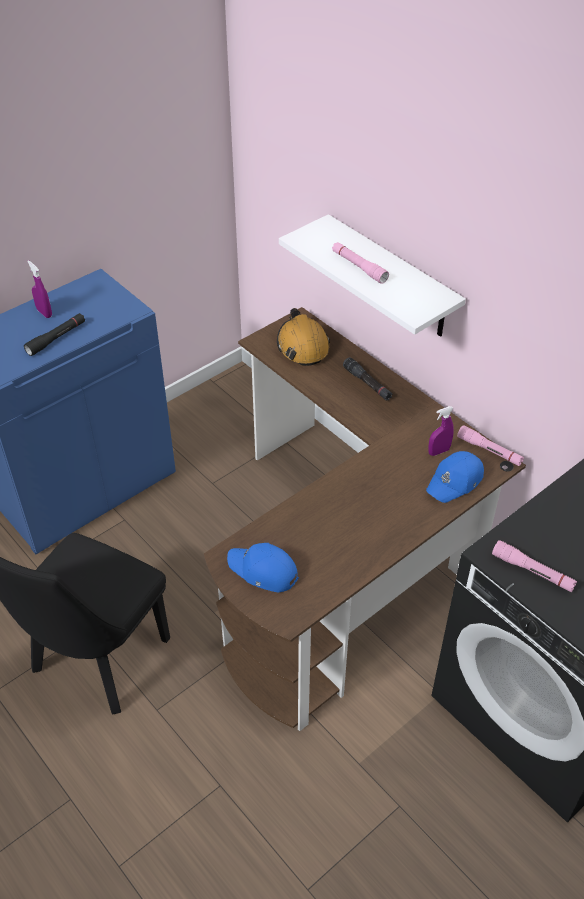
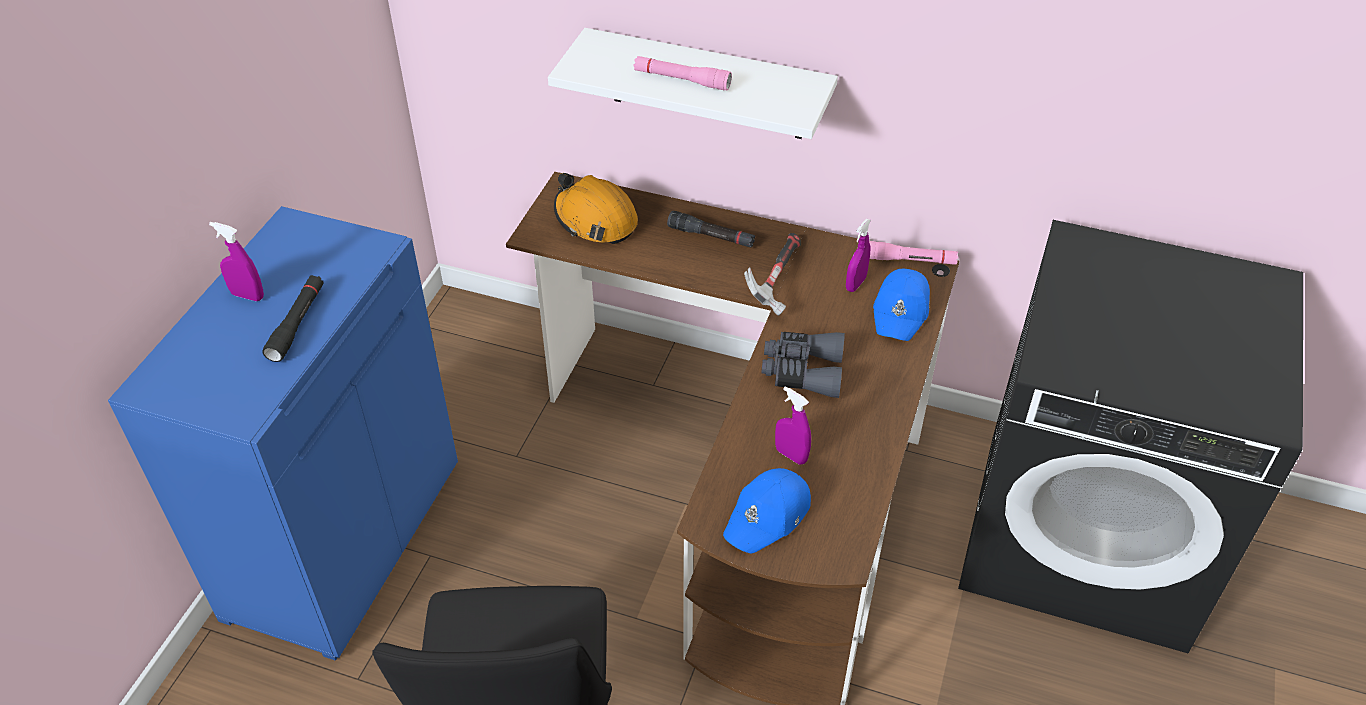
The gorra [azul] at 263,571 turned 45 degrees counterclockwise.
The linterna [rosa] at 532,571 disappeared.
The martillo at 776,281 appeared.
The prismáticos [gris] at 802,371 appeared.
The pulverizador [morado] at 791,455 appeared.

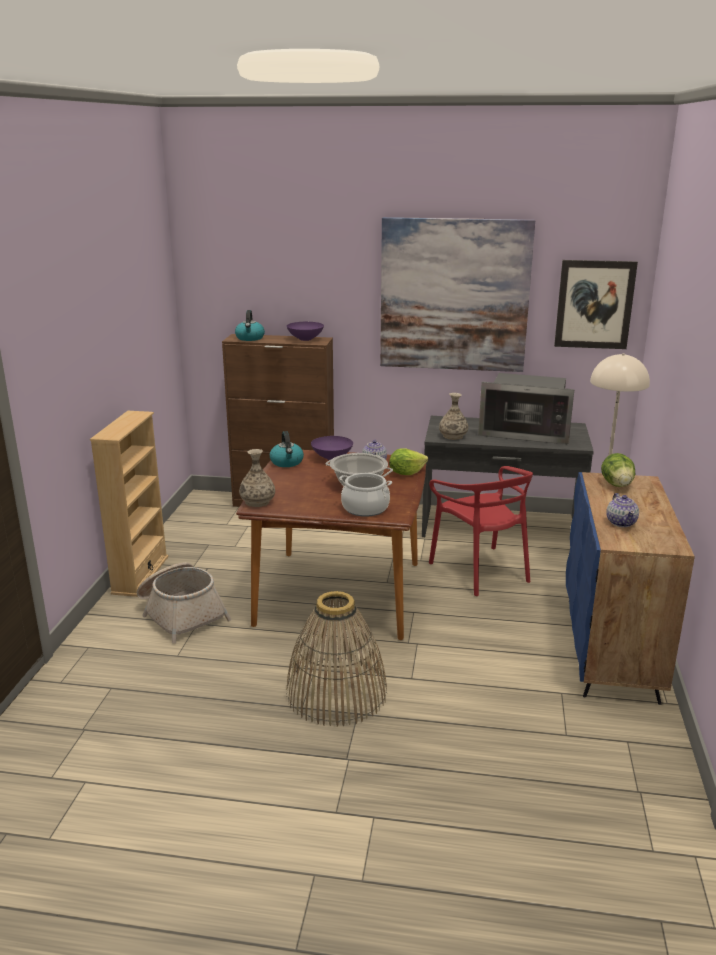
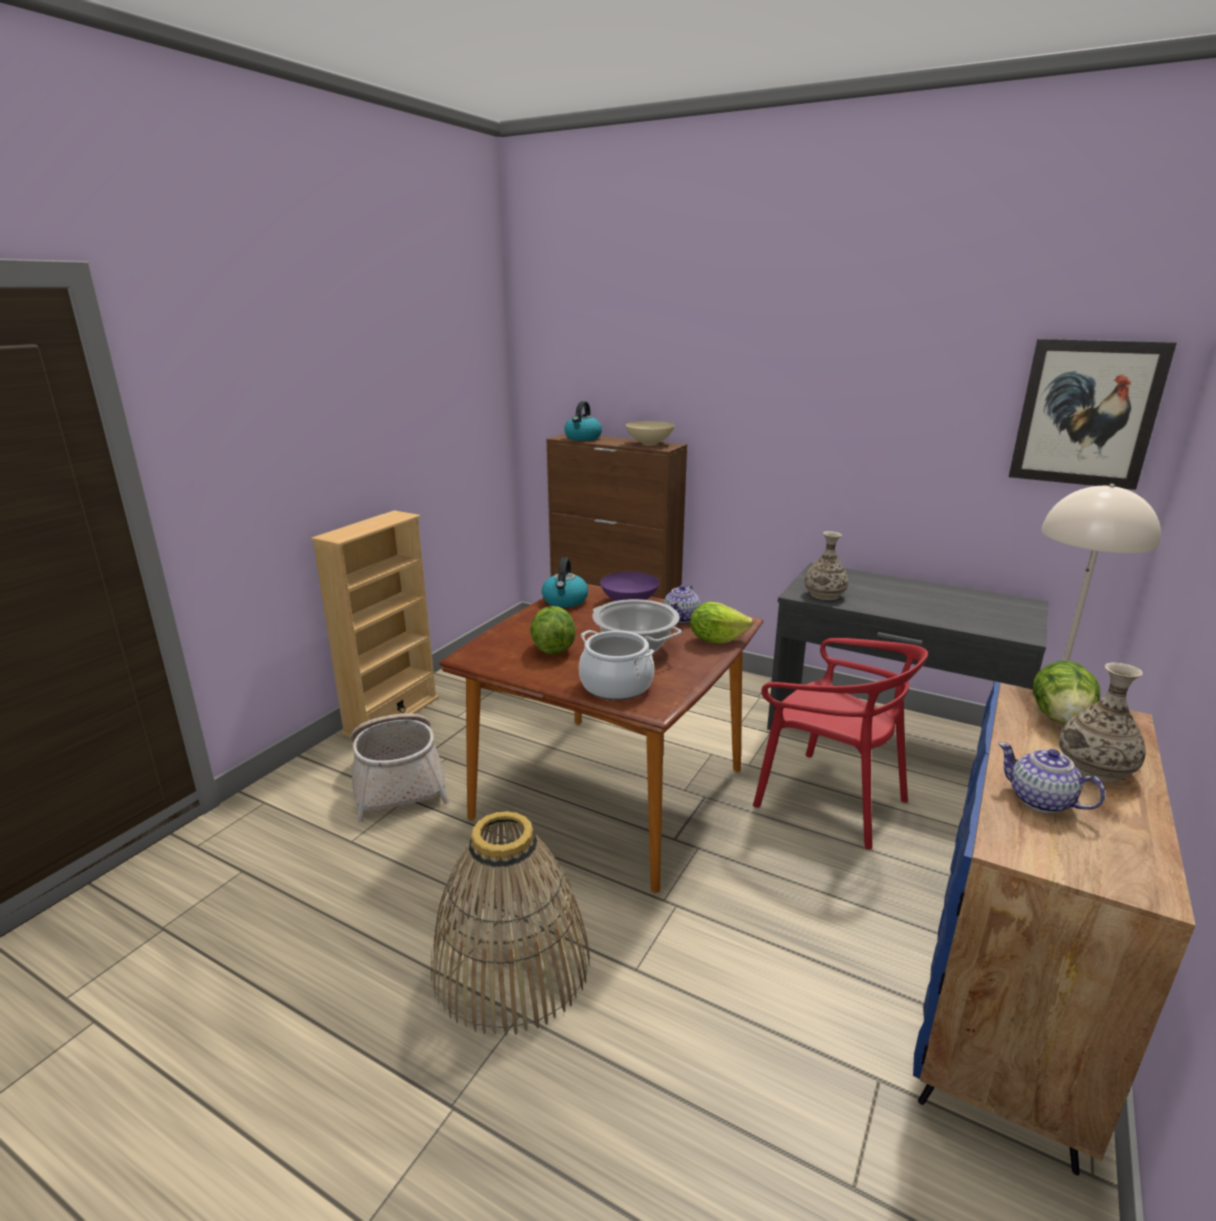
The florero moved from 257,502 to 1094,767.
The cuenco [morado] at 305,339 became the cuenco [beis] at 648,443.
The cuadro at 454,295 disappeared.
The silla [rojo] at 480,571 turned 45 degrees counterclockwise.
The microondas at 525,432 disappeared.
The tetera at 621,522 turned 120 degrees clockwise.
The lechuga at 553,648 appeared.

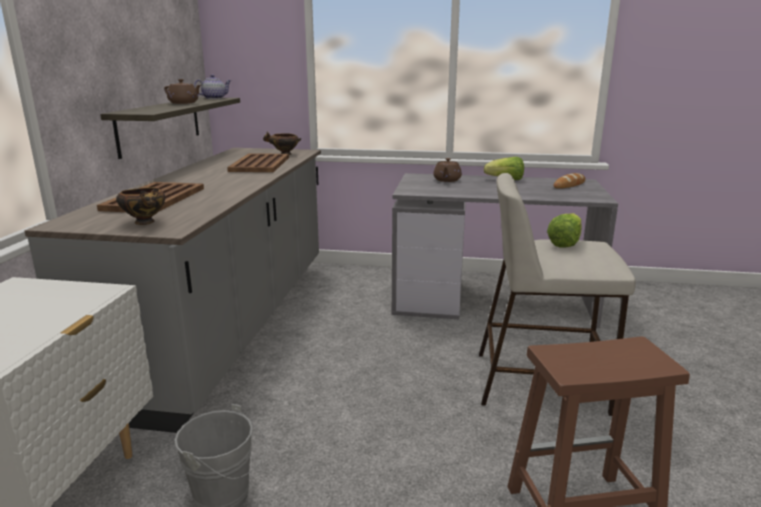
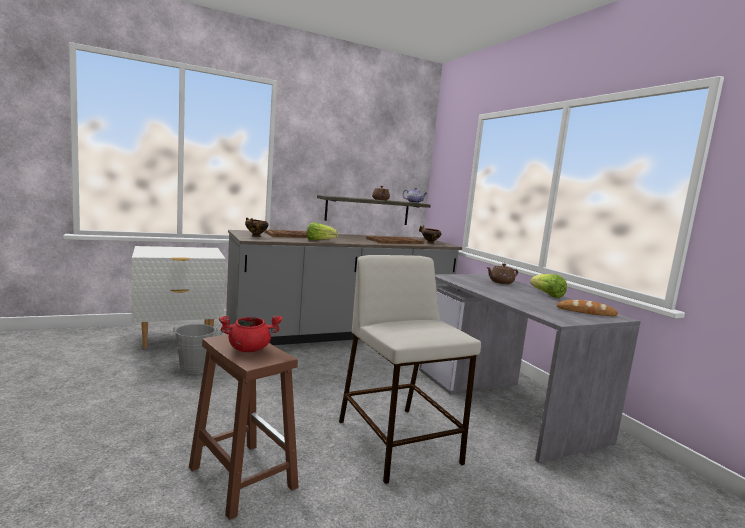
The lechuga moved from 565,243 to 319,241.
The olla [rojo] at 249,349 appeared.

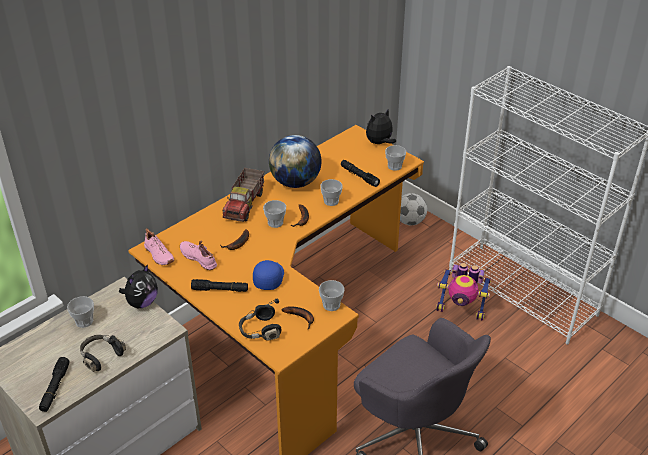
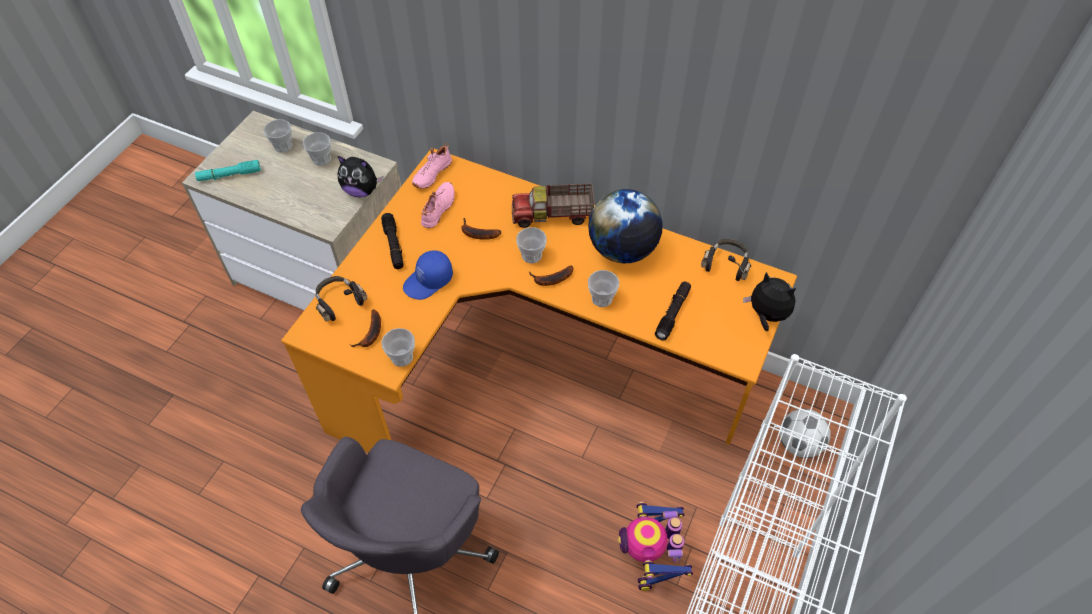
The linterna [negro] at 55,388 became the linterna [turquesa] at 229,175.
The auriculares [negro] moved from 101,356 to 726,265.
The gorra [azul] at 268,278 turned 150 degrees clockwise.
The taza moved from 394,166 to 283,146.

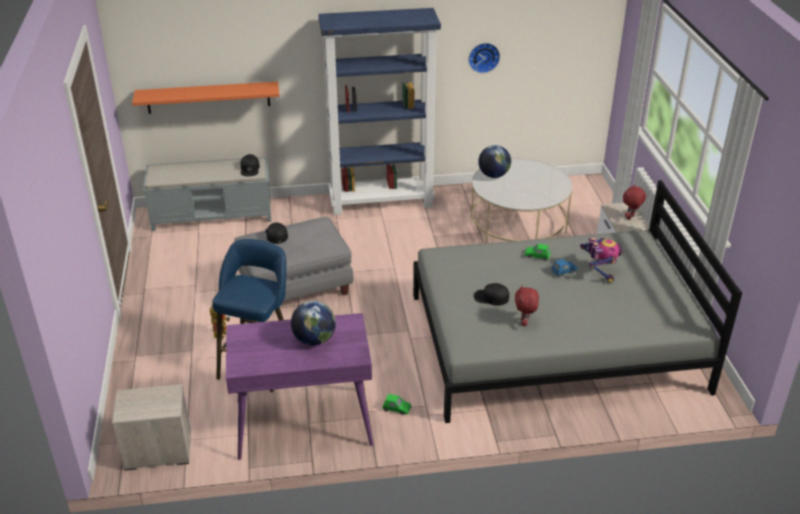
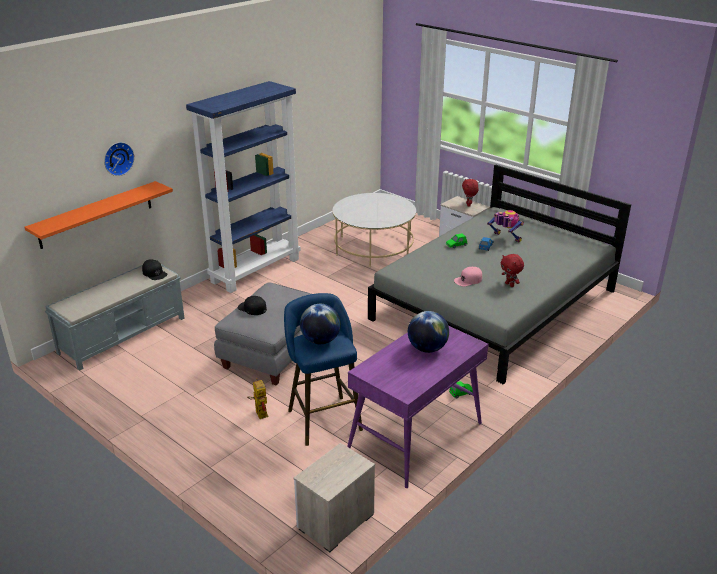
The reloj de pared moved from 483,57 to 117,158.
The gorra [negro] at 491,297 became the gorra [rosa] at 468,280.
The globo terráqueo moved from 493,175 to 320,340.

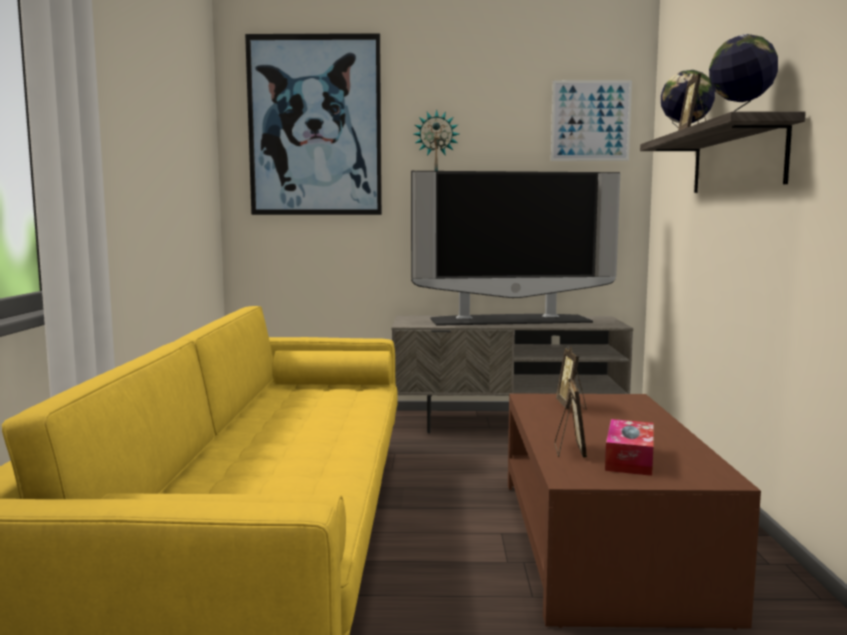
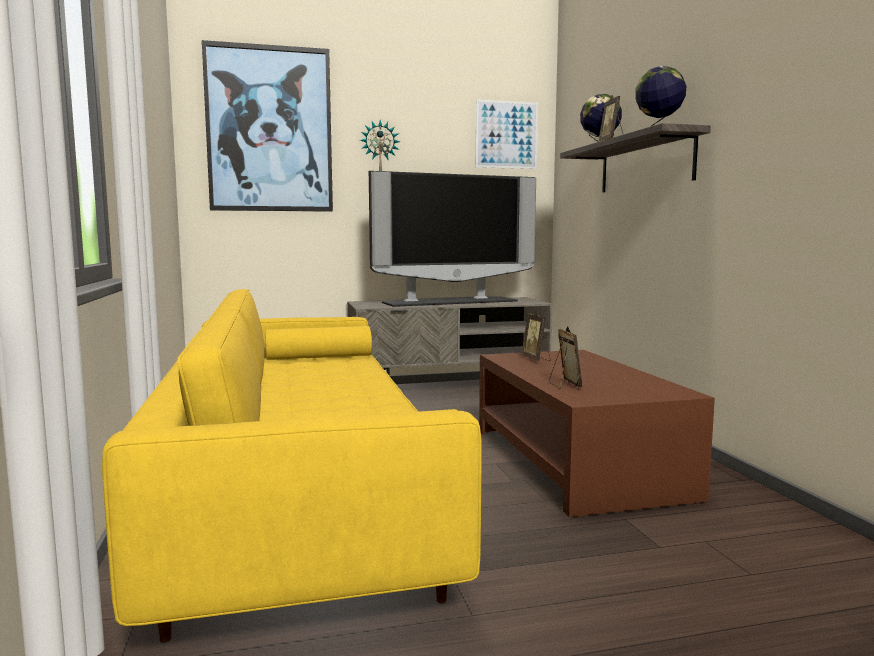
The caja de pañuelos at 629,459 disappeared.

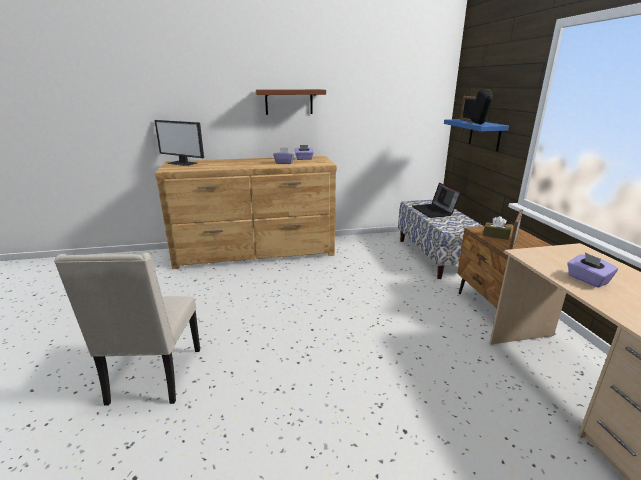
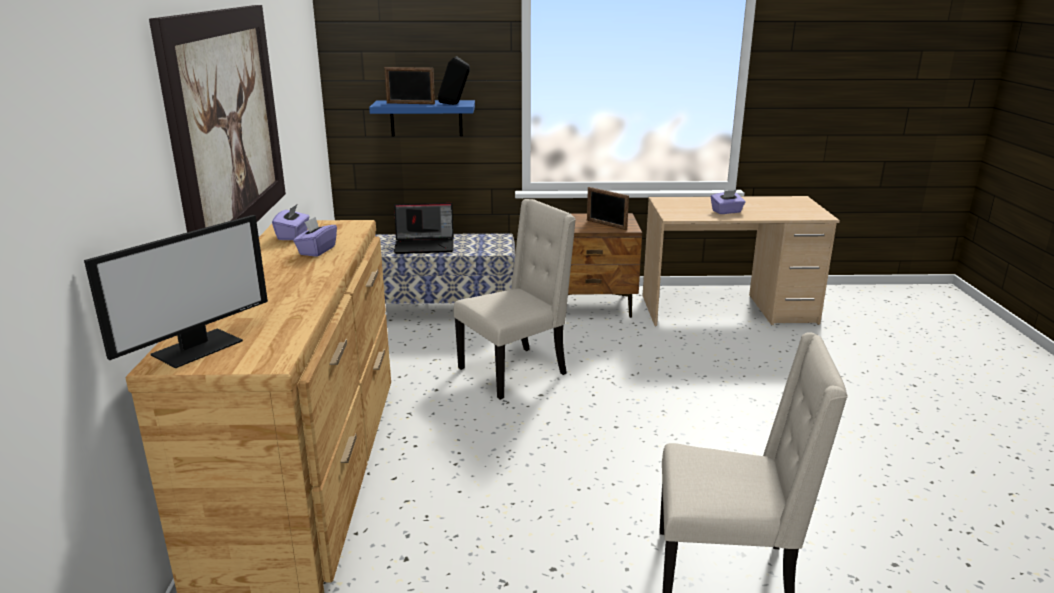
The estante [marrón] at 289,102 was replaced by the cuadro at 228,125.
The caja de pañuelos [marrón] at 496,235 disappeared.
The silla [beis] at 515,371 appeared.

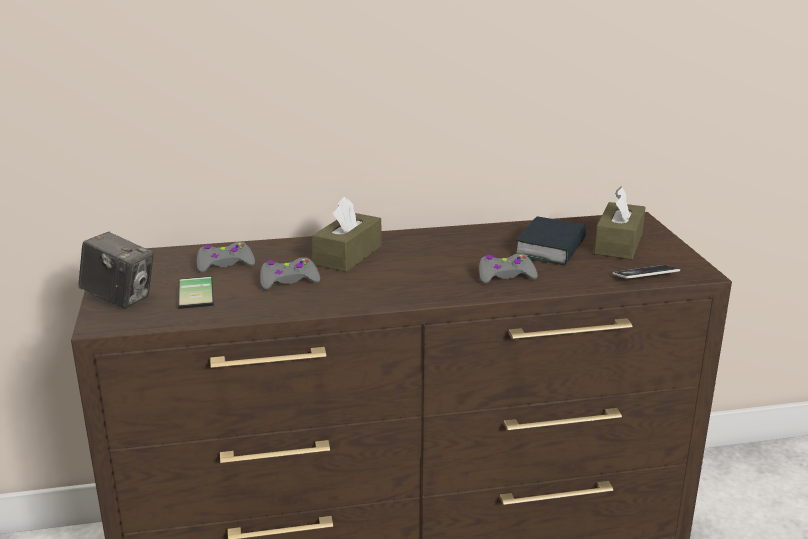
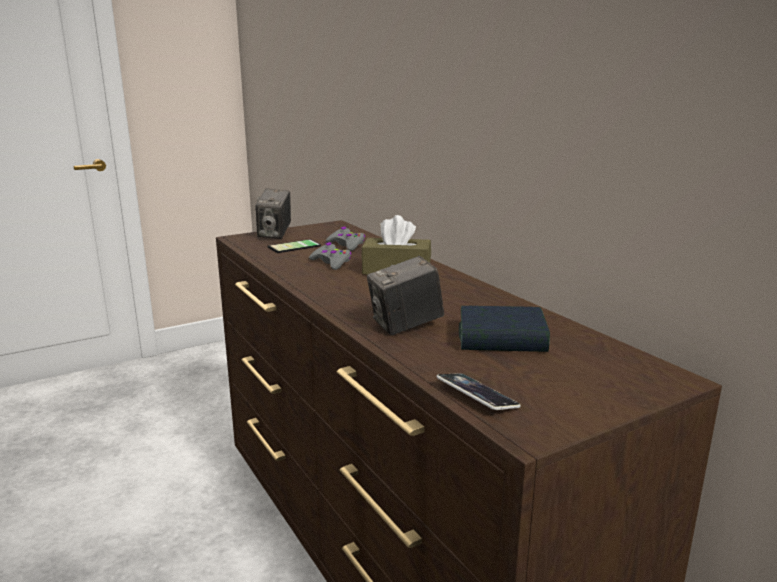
The mando de consola [gris] at 505,276 was replaced by the cámara at 405,326.
The caja de pañuelos [marrón] at 618,244 disappeared.

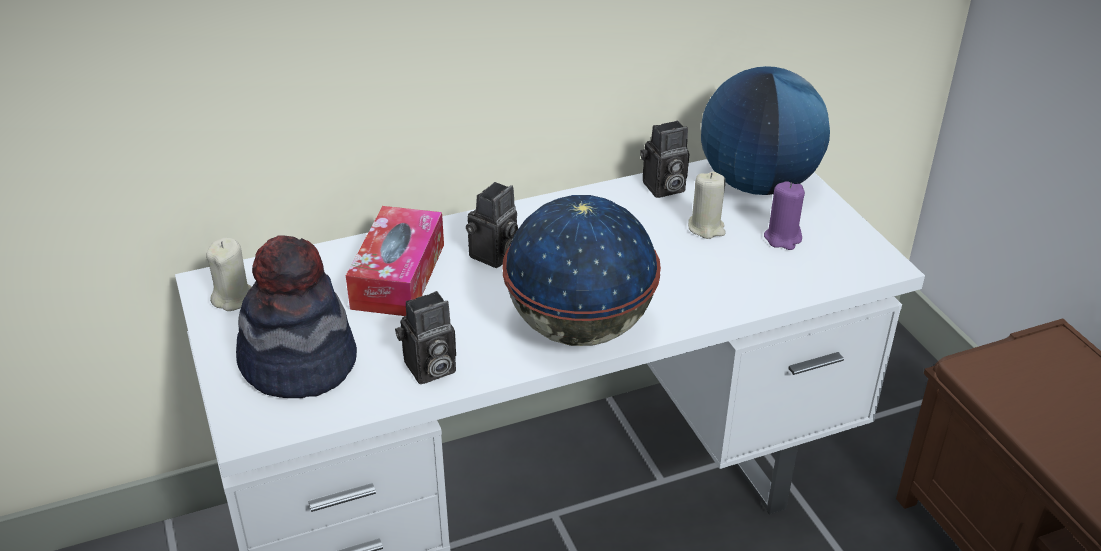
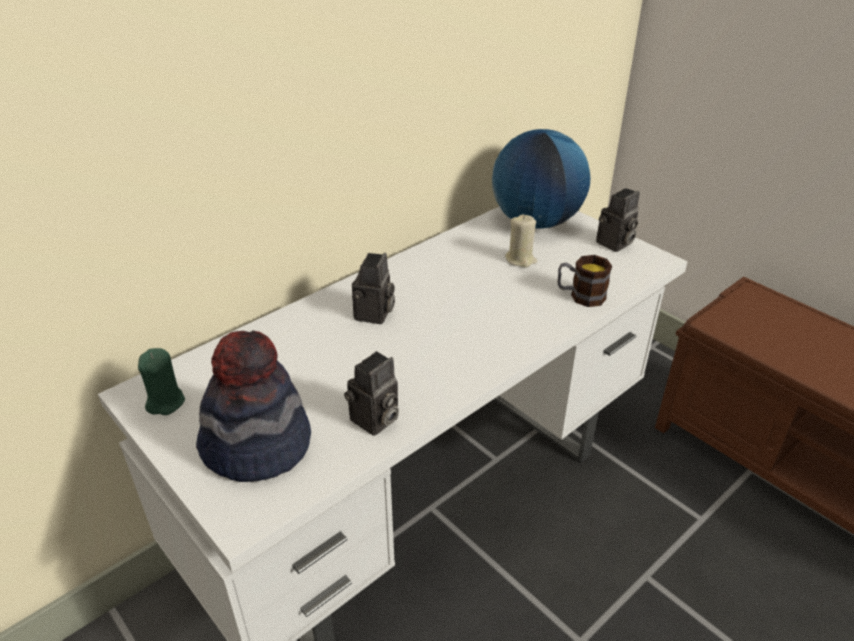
The vela [beis] at 233,298 became the vela [verde] at 165,402.
The caja de pañuelos at 398,276 disappeared.
The globo terráqueo at 578,328 disappeared.
The cámara moved from 663,188 to 614,244.
The vela [morado] at 783,238 disappeared.
The taza grande at 580,296 appeared.

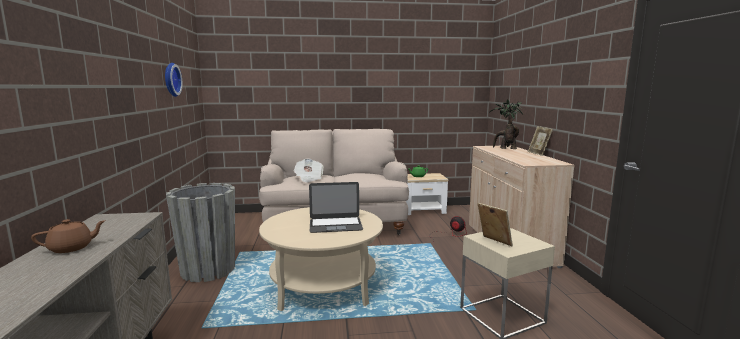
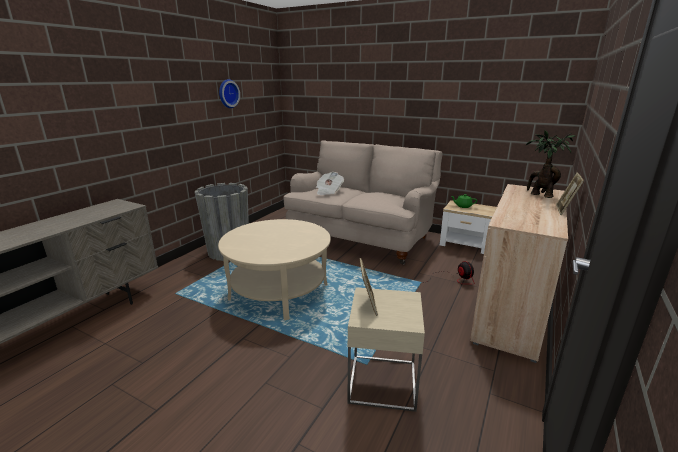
The tetera [marrón] at 72,248 disappeared.
The portátil at 335,225 disappeared.

